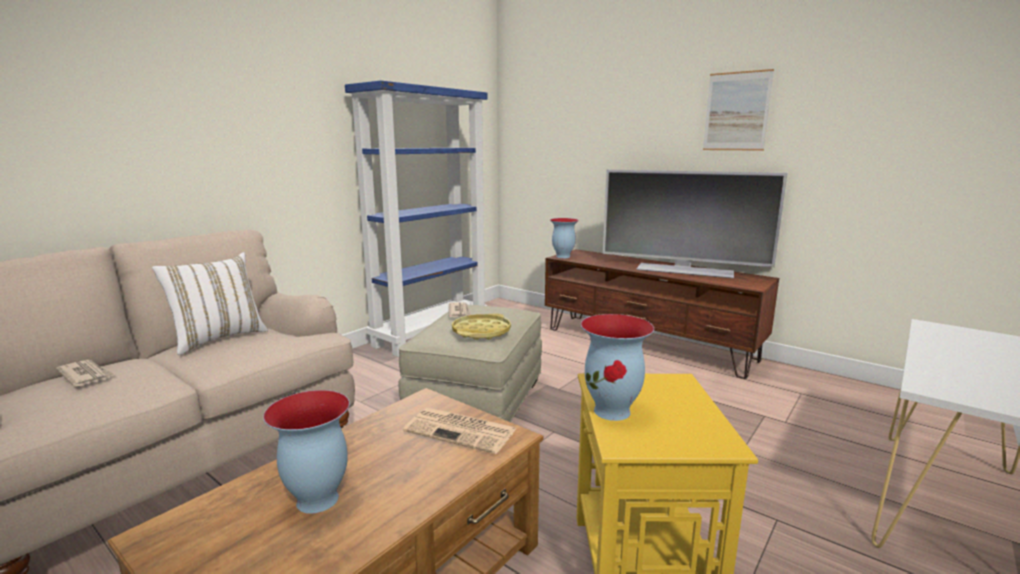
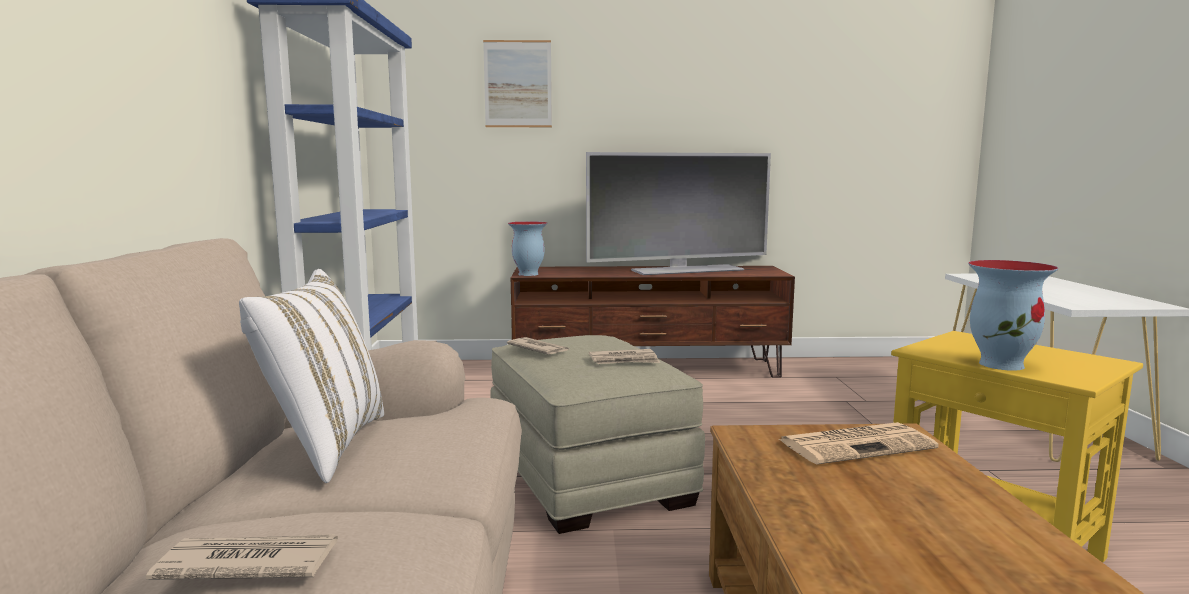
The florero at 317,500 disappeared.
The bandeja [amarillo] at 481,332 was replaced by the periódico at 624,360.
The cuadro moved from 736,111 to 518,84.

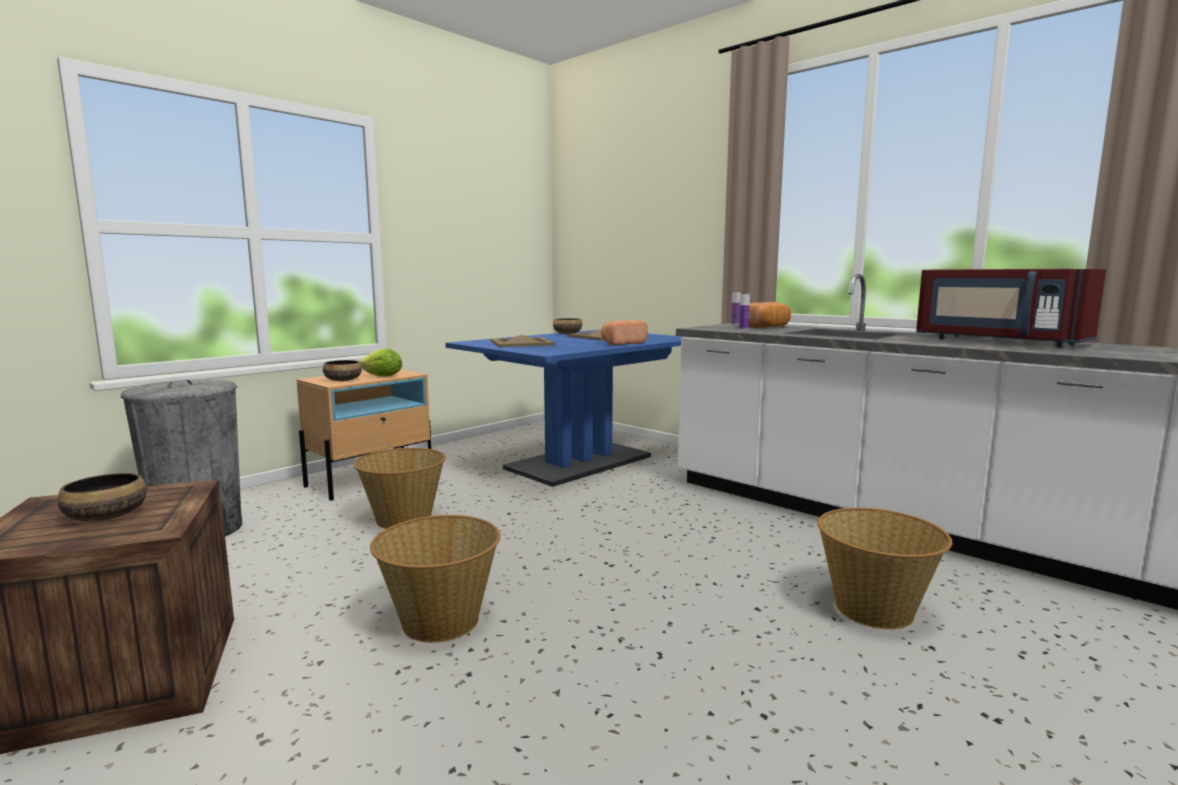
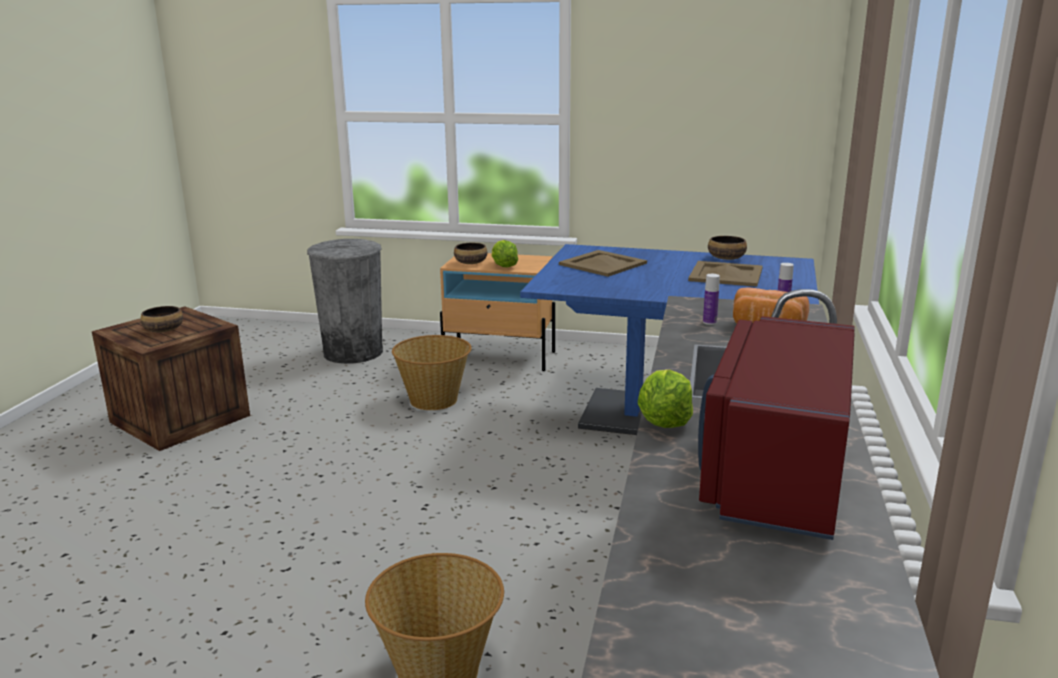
The cesta at 440,620 disappeared.
The pan at 622,343 disappeared.
The lechuga at 664,422 appeared.

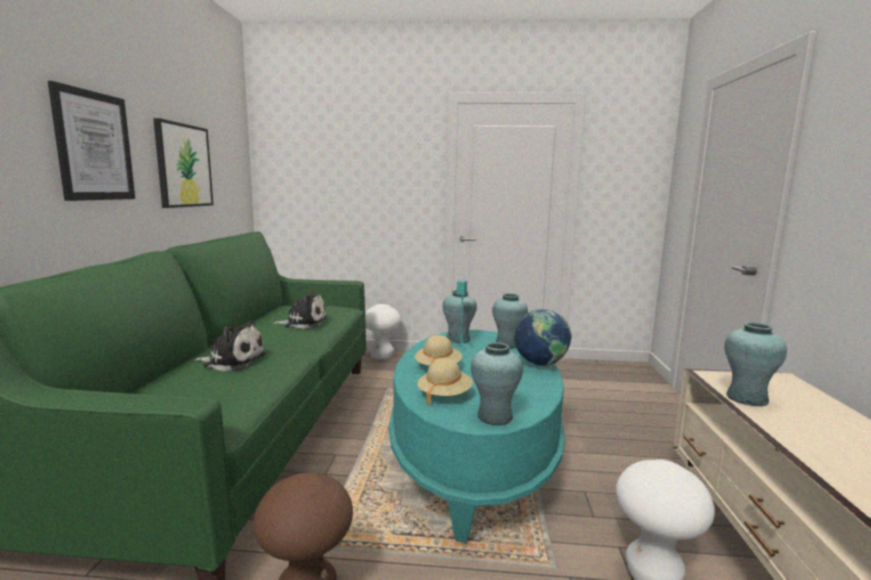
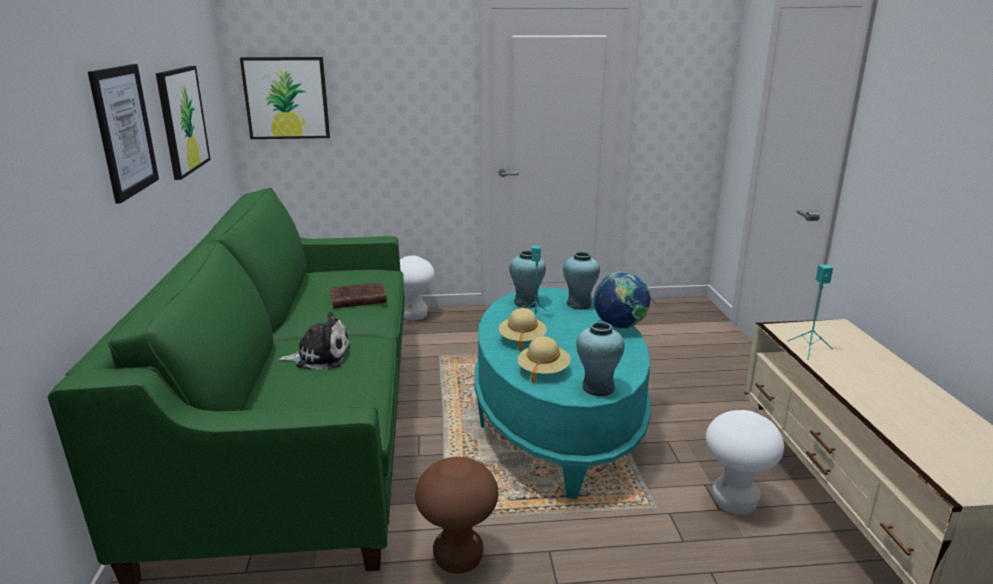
The peluche at 303,323 was replaced by the libro [marrón] at 356,299.
The florero [turquesa] at 746,398 was replaced by the altavoz [turquesa] at 809,350.
The cuadro at 286,98 appeared.

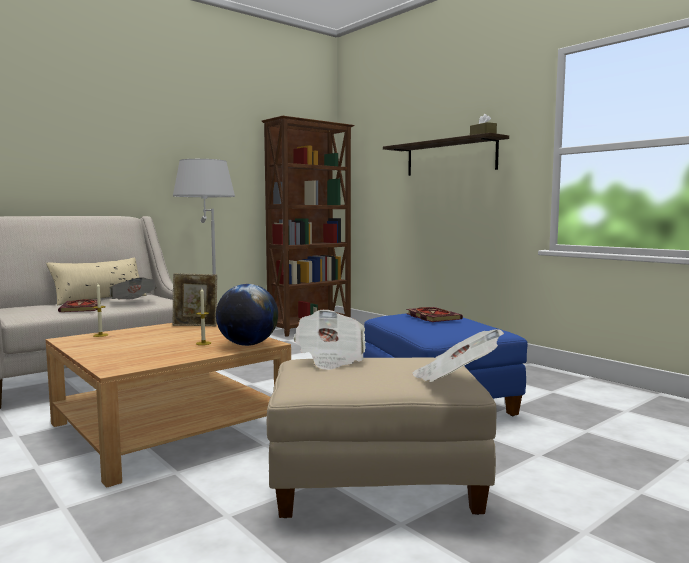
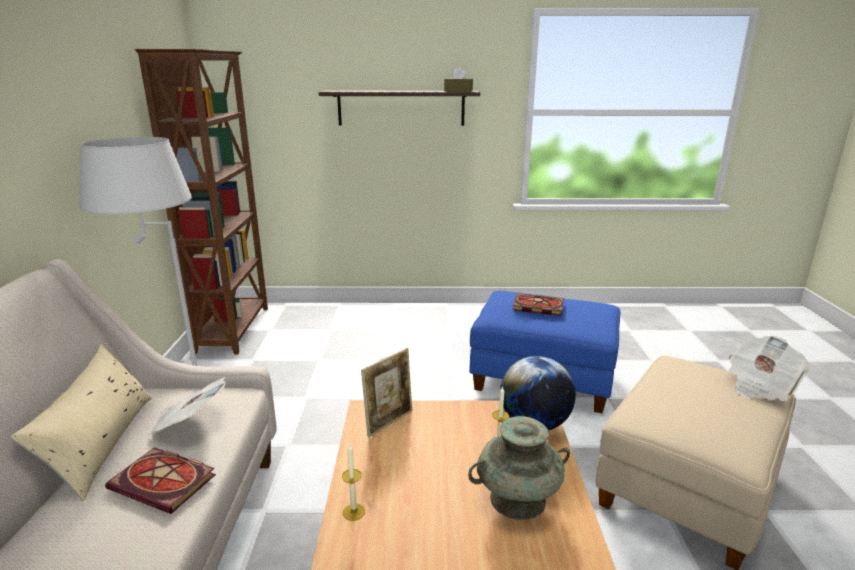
The periódico at 330,359 disappeared.
The florero [turquesa] at 517,499 appeared.

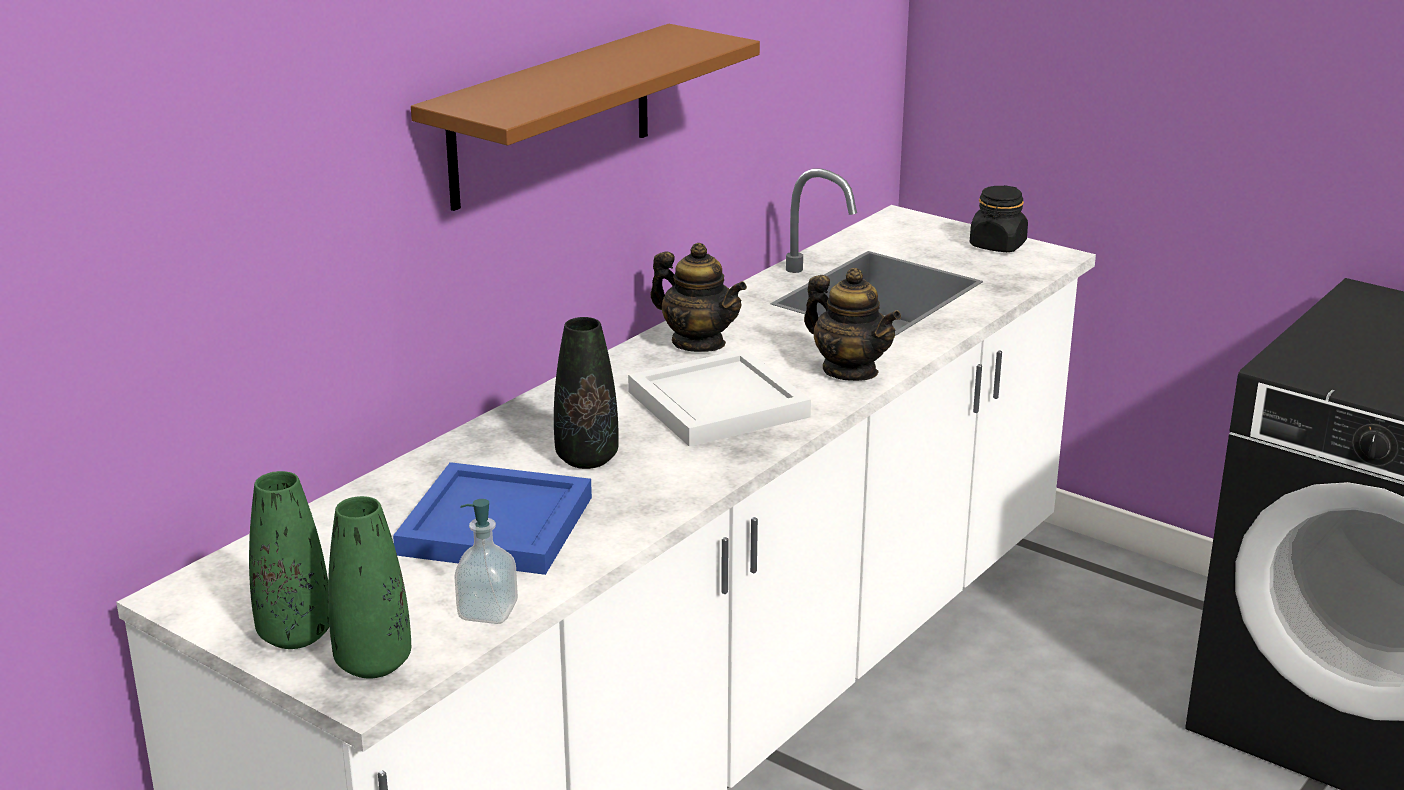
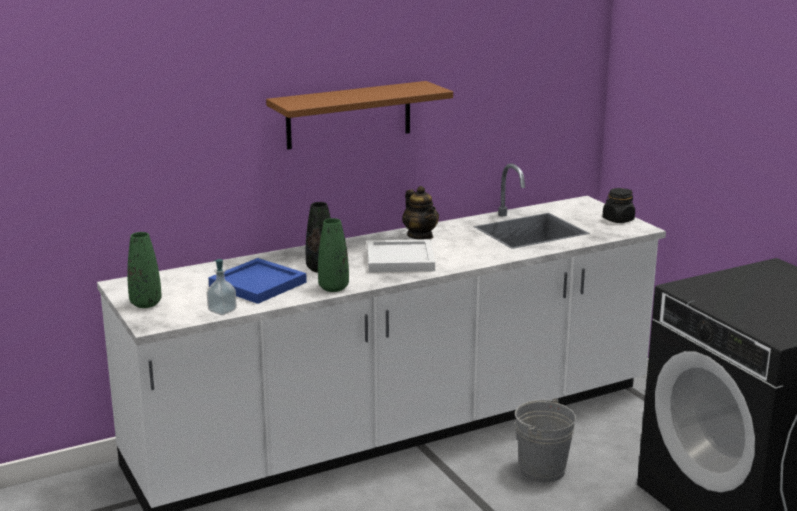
The florero [verde] moved from 373,663 to 333,288.
The tetera at 850,371 disappeared.
The cubo [gris] at 542,470 appeared.

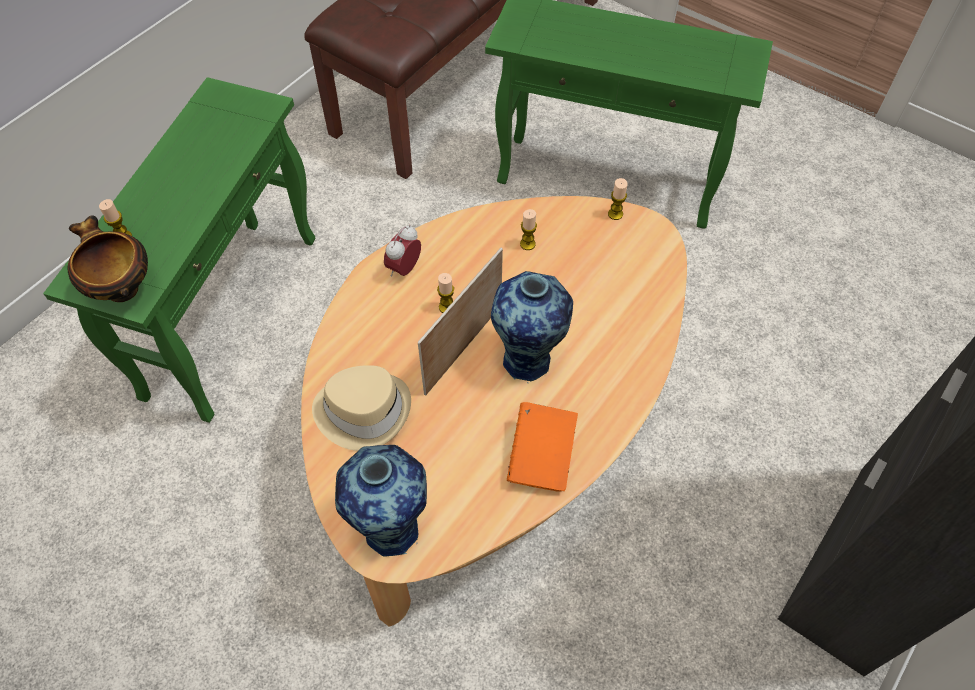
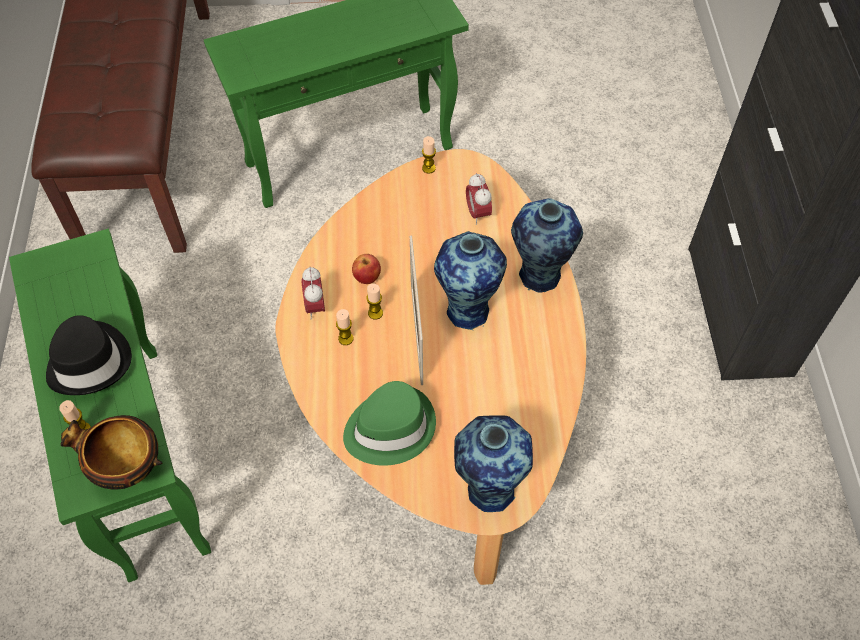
The sombrero [beis] at 363,410 became the sombrero [verde] at 389,427.
The libro [naranja] at 541,456 disappeared.
The vela moved from 527,244 to 346,338.
The sombrero [negro] at 90,361 appeared.
The manzana at 367,277 appeared.
The despertador at 478,213 appeared.
The florero at 539,277 appeared.

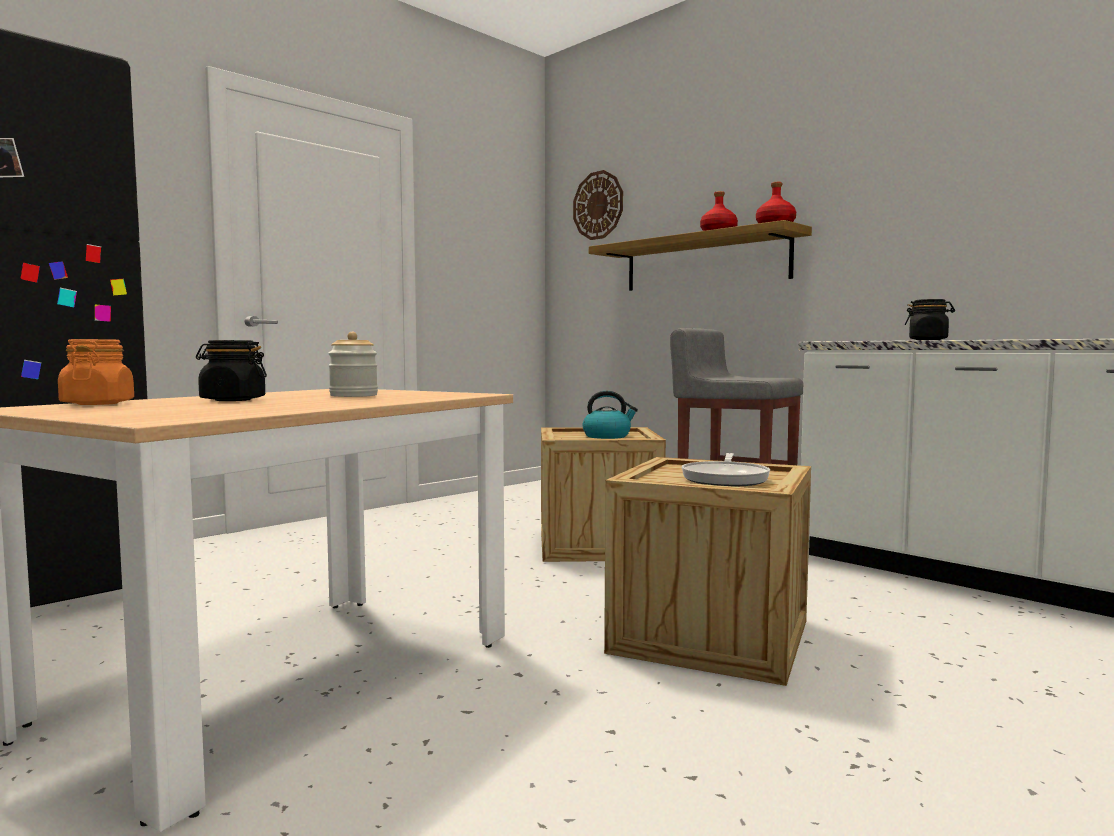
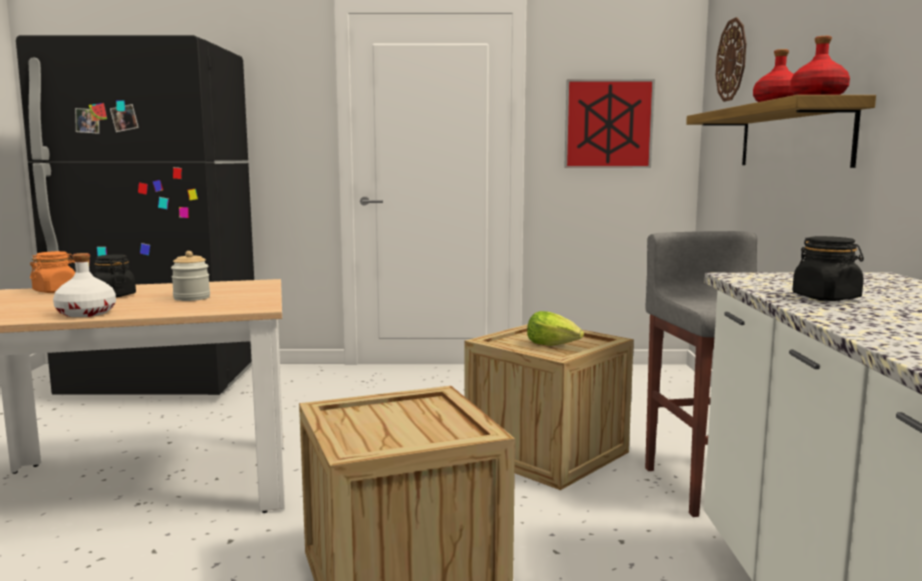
The hervidor at 607,436 was replaced by the lechuga at 553,345.
The sartén at 726,478 disappeared.
The botella [blanco] at 87,313 appeared.
The cuadro at 608,124 appeared.

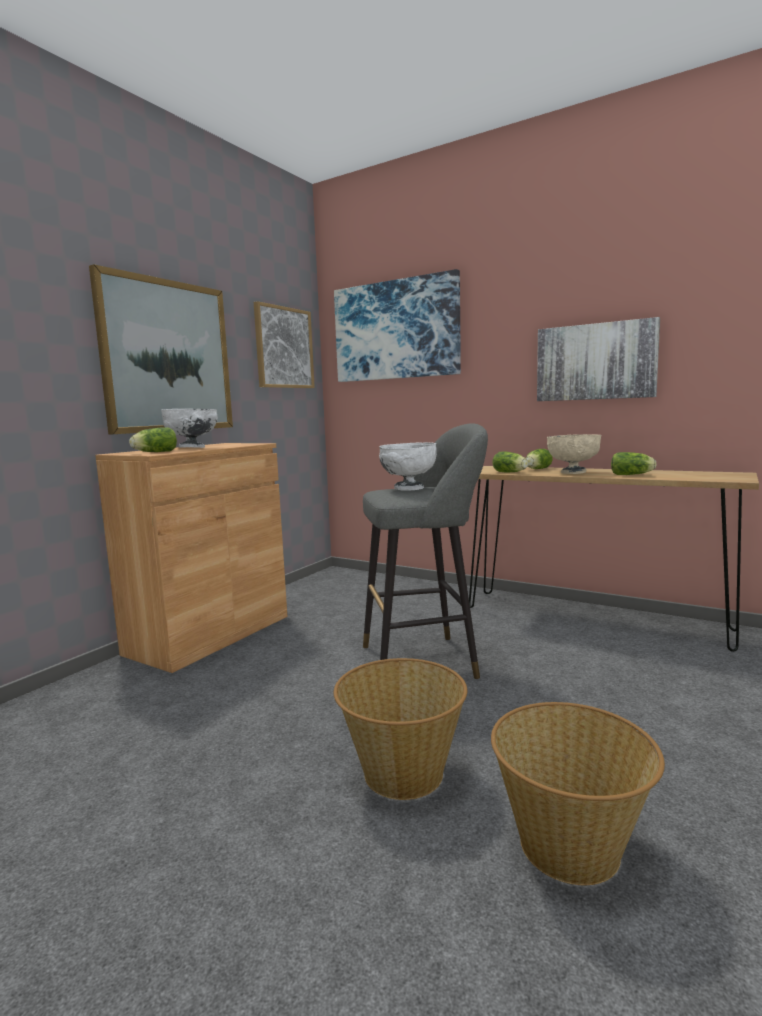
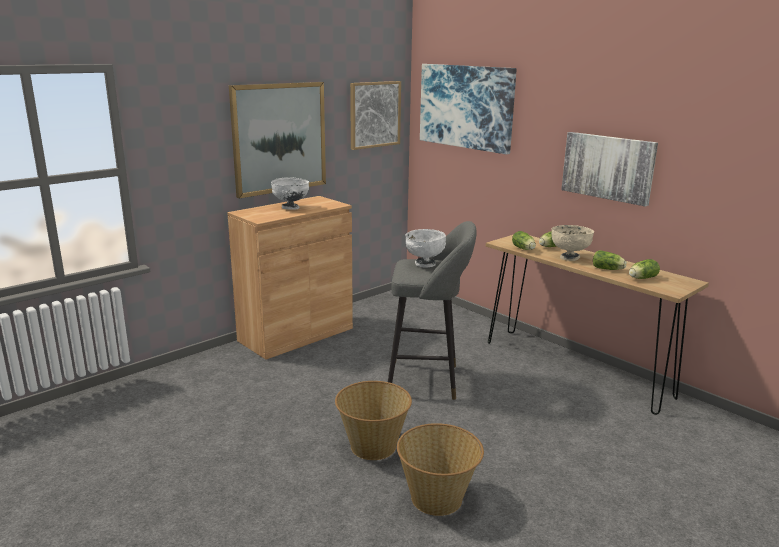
The lechuga moved from 153,452 to 641,278.

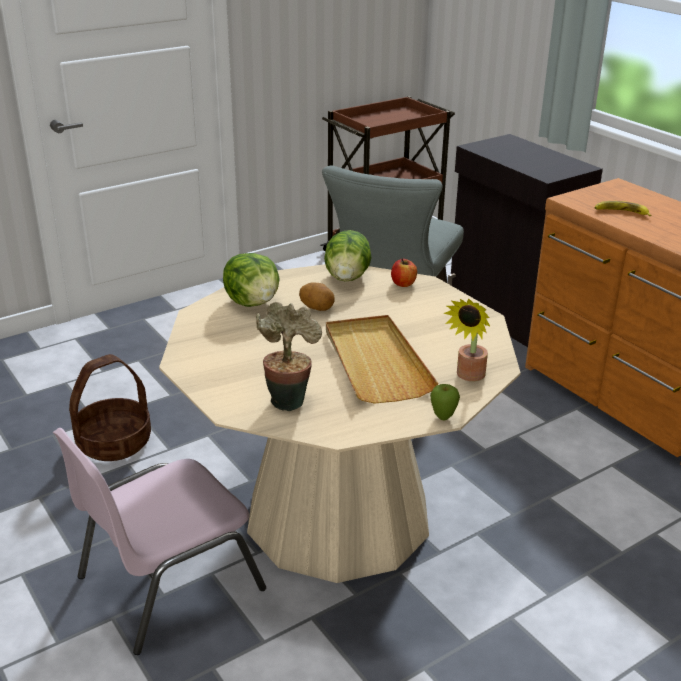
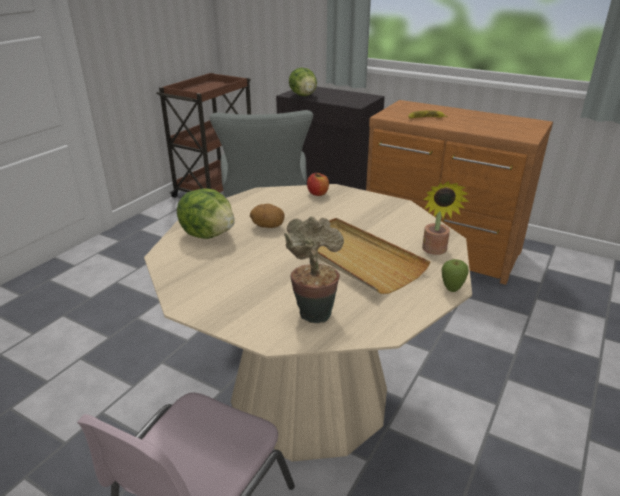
The cesta at 114,443 disappeared.
The lechuga moved from 347,278 to 303,95.

